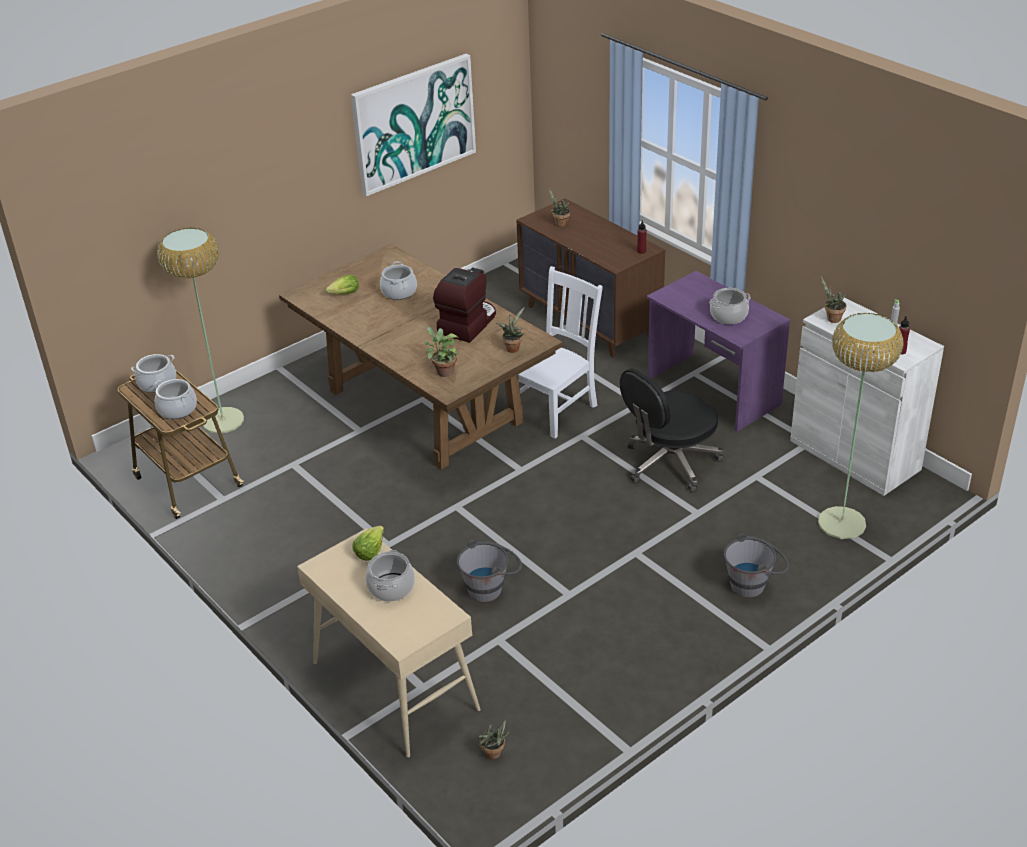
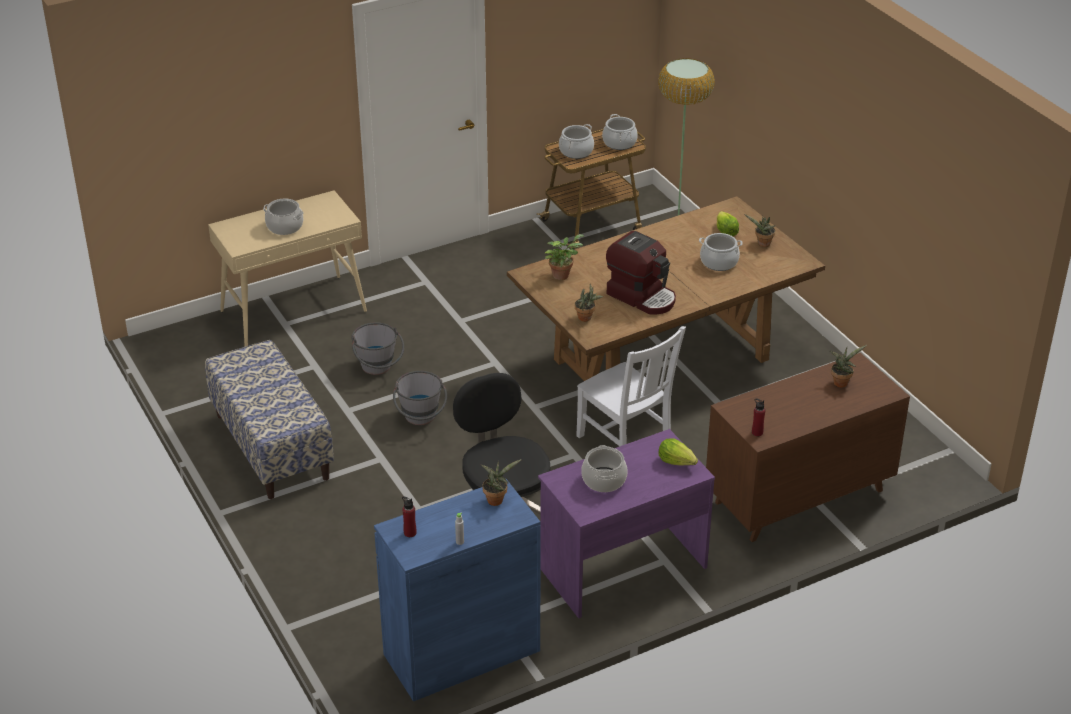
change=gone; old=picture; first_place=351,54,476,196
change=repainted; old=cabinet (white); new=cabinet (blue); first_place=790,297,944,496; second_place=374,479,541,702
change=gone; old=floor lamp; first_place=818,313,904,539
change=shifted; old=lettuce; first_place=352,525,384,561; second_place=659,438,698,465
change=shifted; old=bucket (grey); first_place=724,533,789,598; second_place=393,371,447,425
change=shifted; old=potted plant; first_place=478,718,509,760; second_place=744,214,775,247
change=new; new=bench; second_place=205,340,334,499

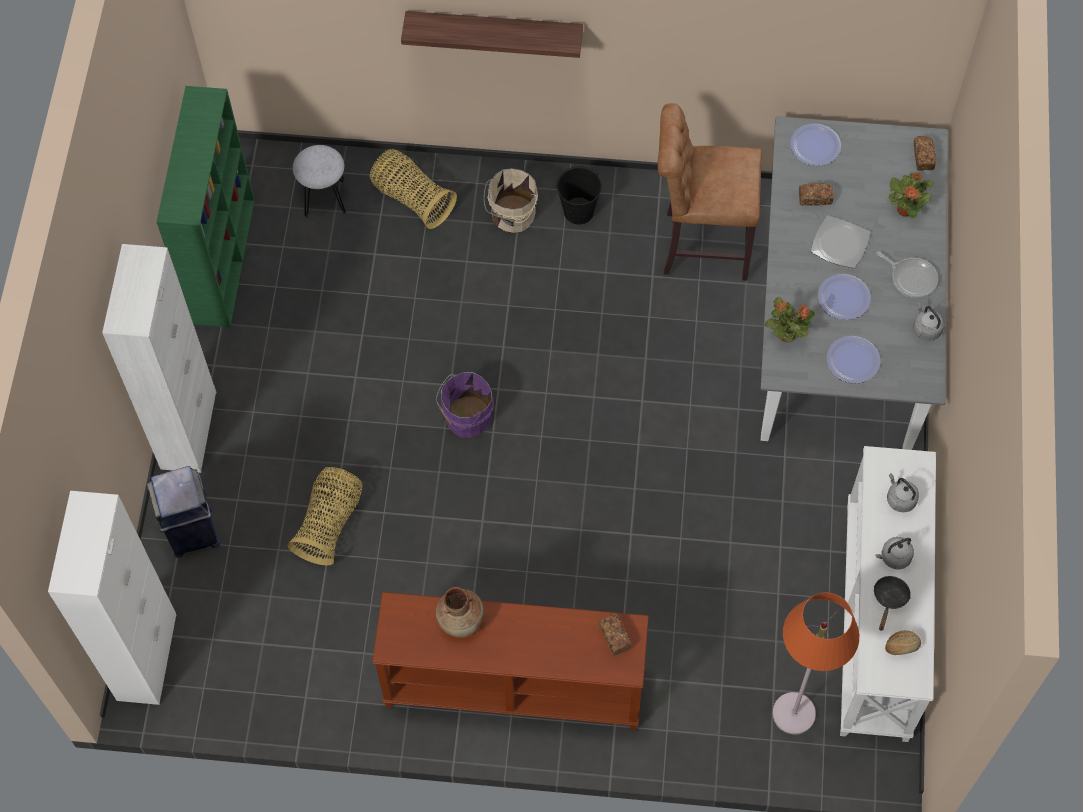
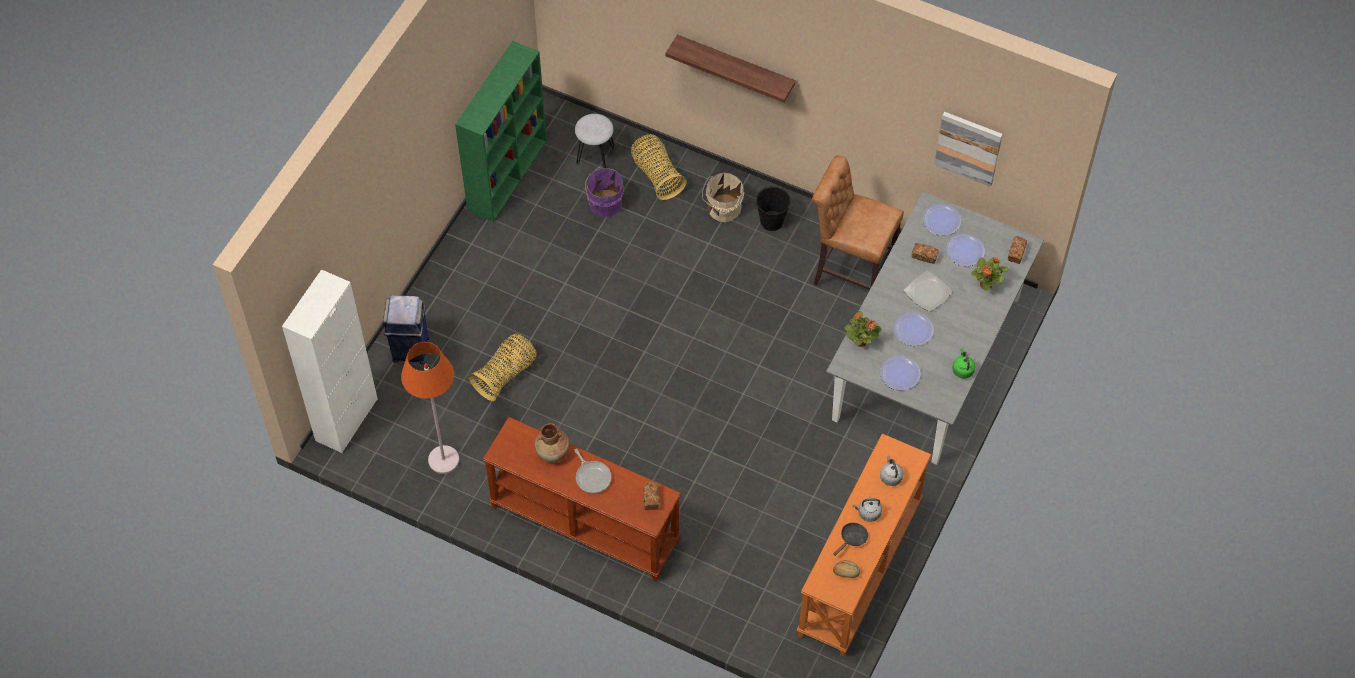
change=gone; old=cabinet (white); first_place=102,244,216,473
change=shifted; old=frying pan; first_place=876,252,938,298; second_place=574,449,611,494
change=repainted; old=kettle (grey); new=kettle (green); first_place=913,302,944,341; second_place=952,348,975,379
change=shifted; old=bucket (purple); first_place=436,372,494,438; second_place=585,167,624,217
change=repainted; old=console table (white); new=console table (orange); first_place=840,446,936,742; second_place=797,434,931,657
change=shifted; old=floor lamp (orange); first_place=773,592,859,735; second_place=401,342,459,474
change=new; new=picture; second_place=934,112,1003,187
change=new; new=plate; second_place=946,234,985,266

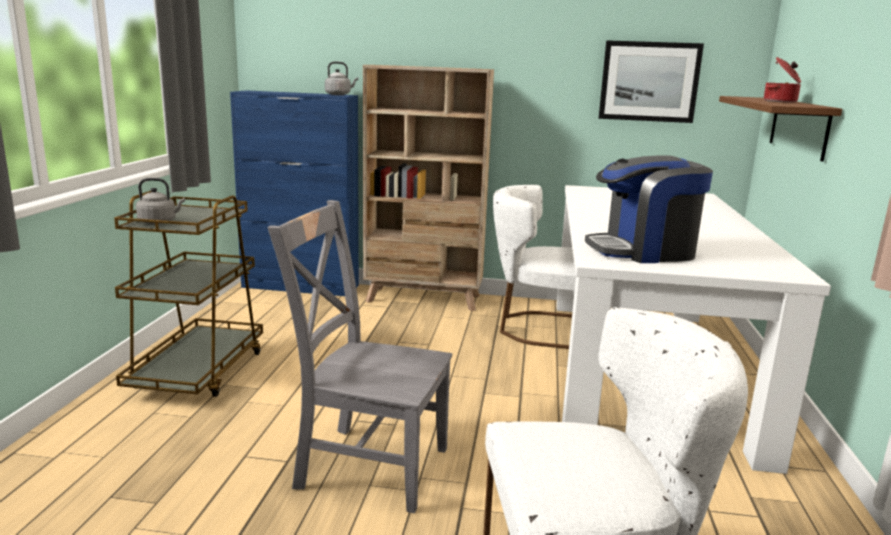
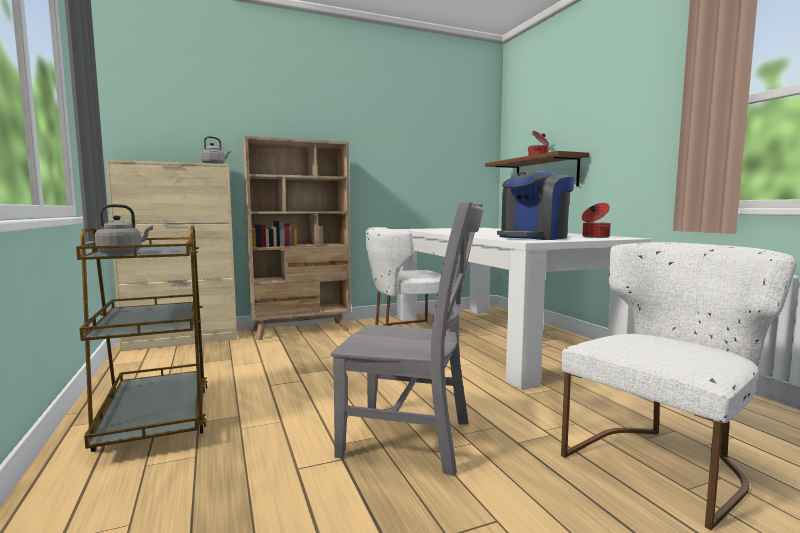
change=gone; old=picture; first_place=599,40,704,123
change=repainted; old=cabinet (blue); new=cabinet (beige); first_place=230,90,359,296; second_place=105,160,237,351
change=rotated; old=chair (grey); first_place=268,200,452,513; second_place=331,202,483,476; degrees=-150
change=new; new=cooking pot; second_place=582,203,611,238

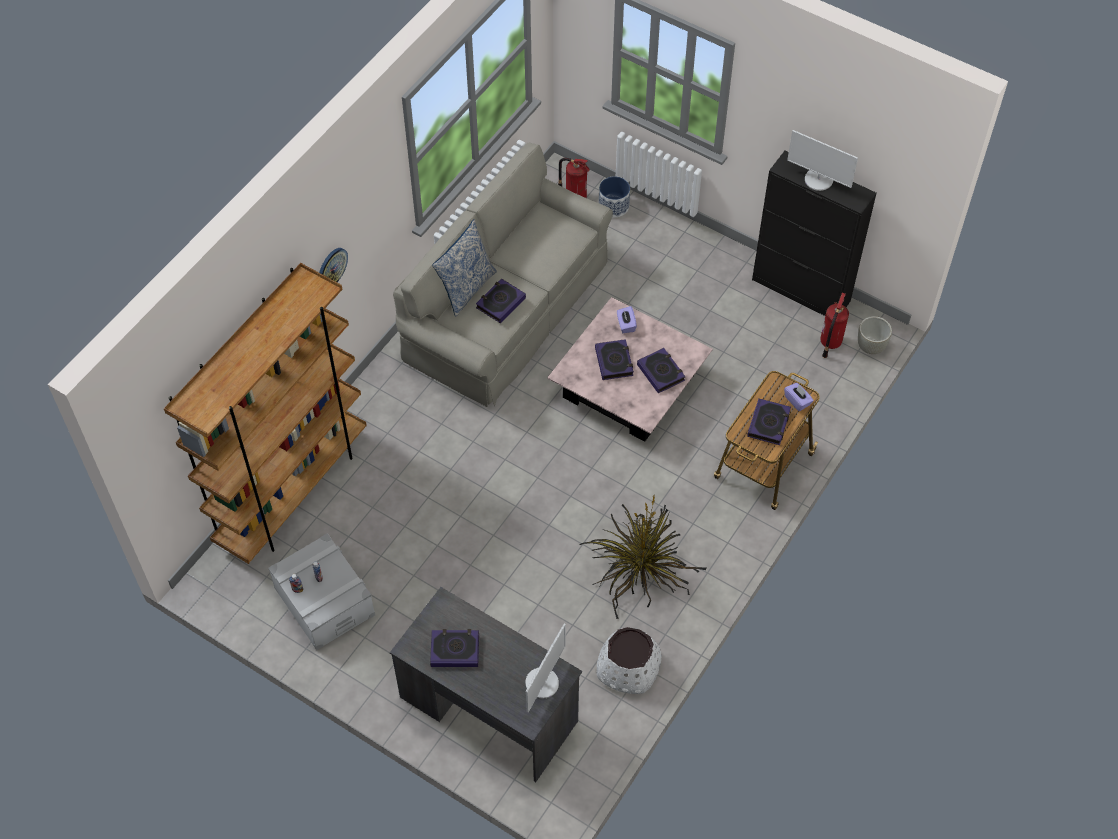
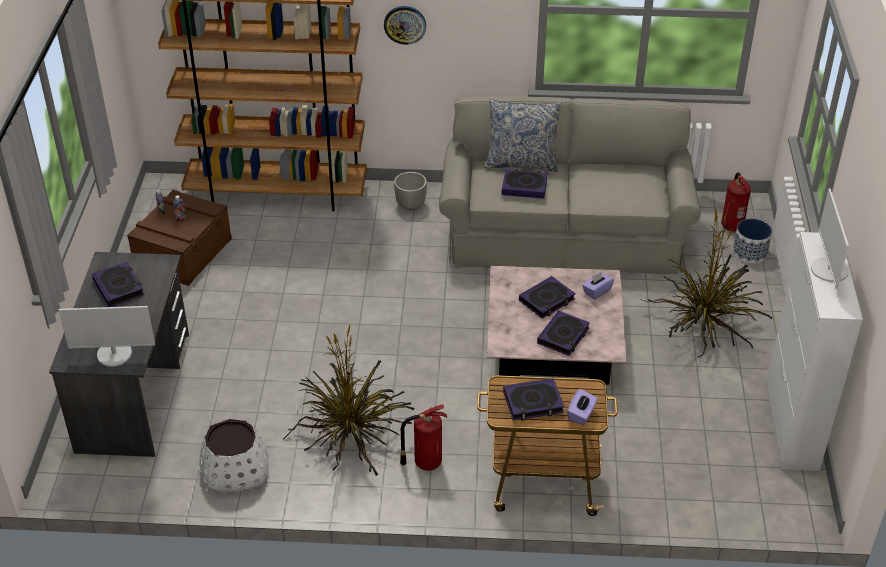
change=repainted; old=cabinet (black); new=cabinet (white); first_place=752,150,877,316; second_place=766,232,863,471
change=shifted; old=fire extinguisher; first_place=820,293,849,358; second_place=400,404,447,470
change=shifted; old=planter (grey); first_place=858,316,892,354; second_place=394,172,427,210
change=repainted; old=storage box (grey); new=storage box (brown); first_place=268,533,375,650; second_place=127,190,232,286
change=new; new=potted plant; second_place=643,208,772,358

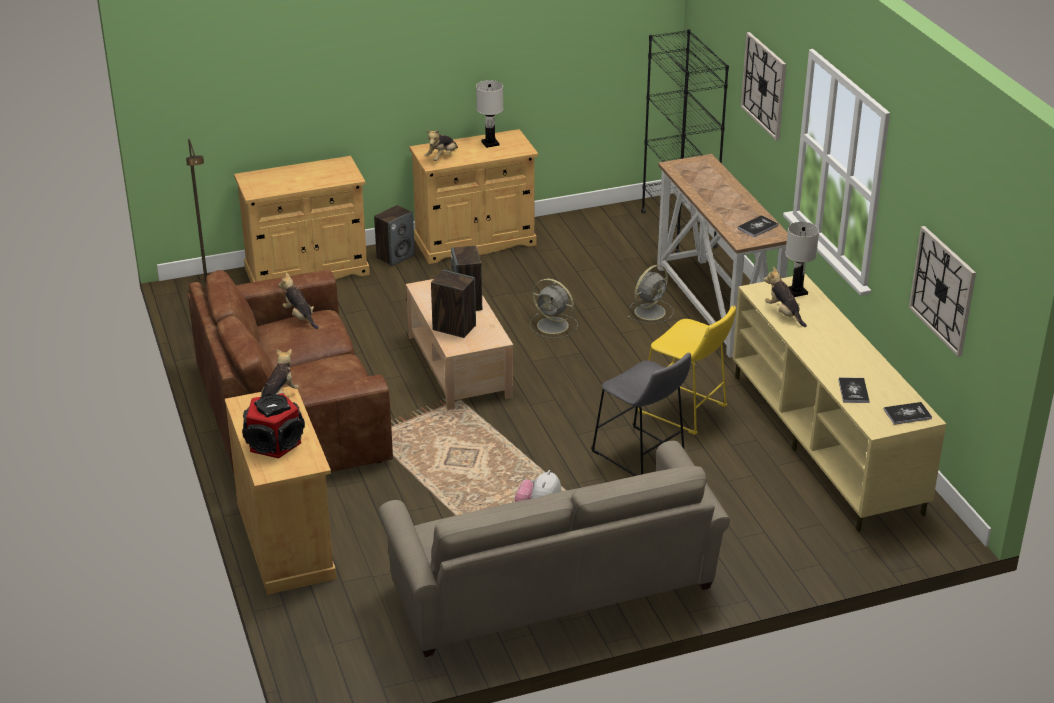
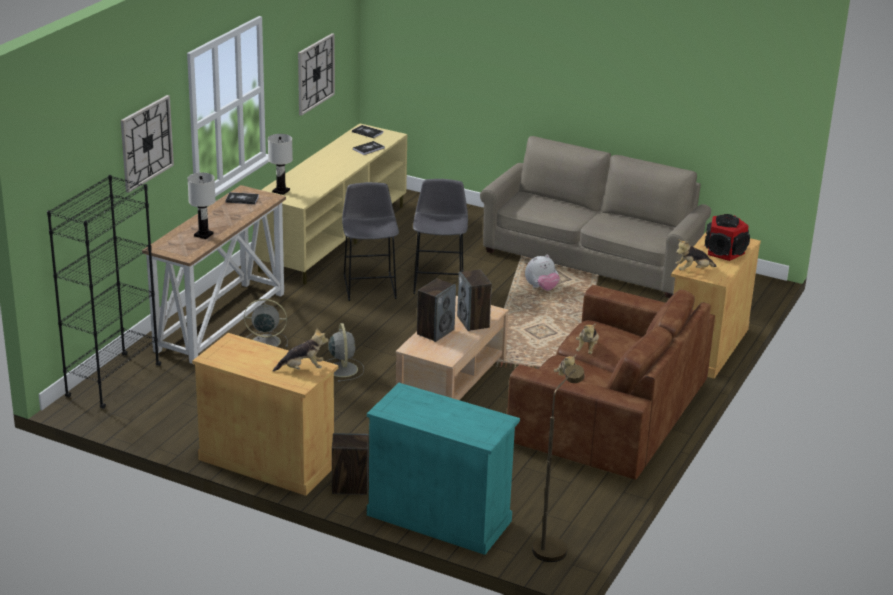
change=shifted; old=table lamp (white); first_place=476,80,503,148; second_place=187,173,216,239
change=repainted; old=cabinet (beige); new=cabinet (turquoise); first_place=234,156,370,282; second_place=367,383,520,555
change=shifted; old=plush toy; first_place=764,267,807,327; second_place=576,323,599,354
change=repainted; old=stool (yellow); new=stool (grey); first_place=638,305,736,435; second_place=342,182,399,301

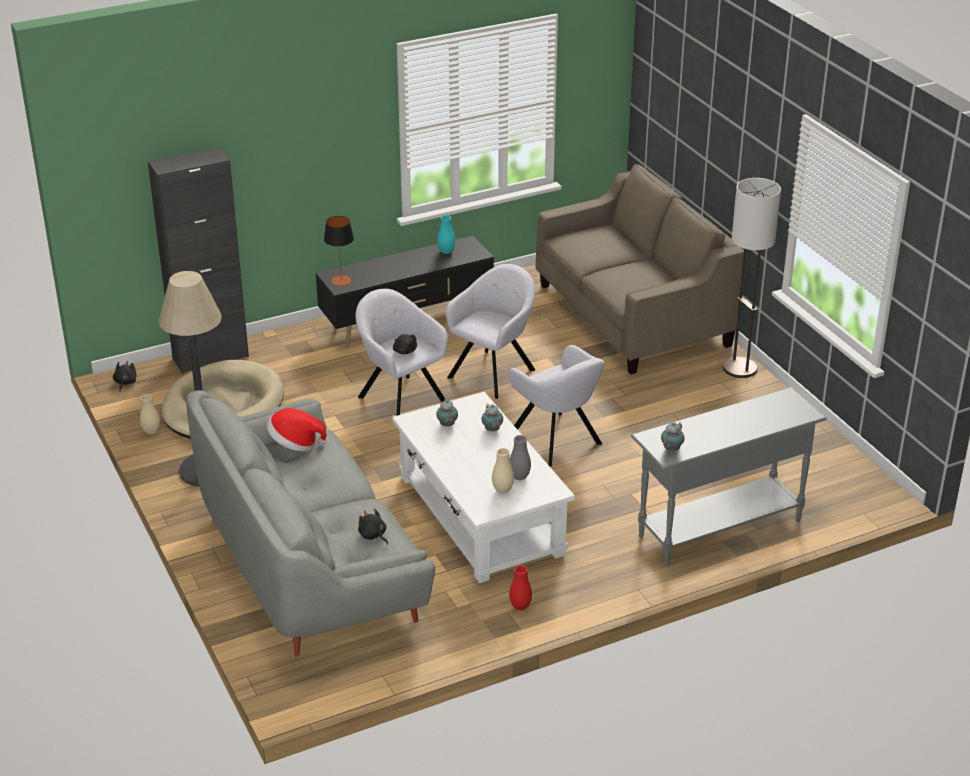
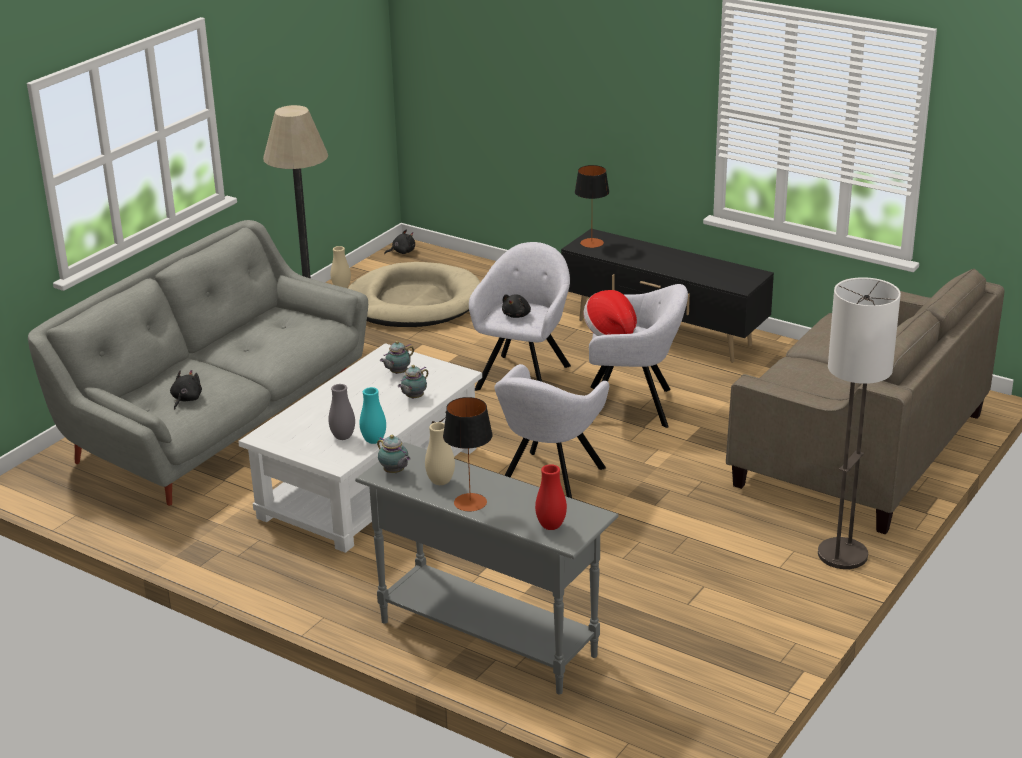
change=gone; old=cabinet (black); first_place=148,147,249,374
change=shifted; old=vase (turquoise); first_place=437,215,455,254; second_place=360,387,386,444
change=shifted; old=hat; first_place=267,408,326,451; second_place=583,290,637,336
change=rotated; old=teapot; first_place=661,422,685,451; second_place=377,435,411,473; degrees=-135
change=shifted; old=vase (beige); first_place=492,448,514,494; second_place=425,422,455,485
change=shifted; old=vase (red); first_place=509,565,532,610; second_place=535,464,567,530
change=new; new=table lamp; second_place=443,397,493,512

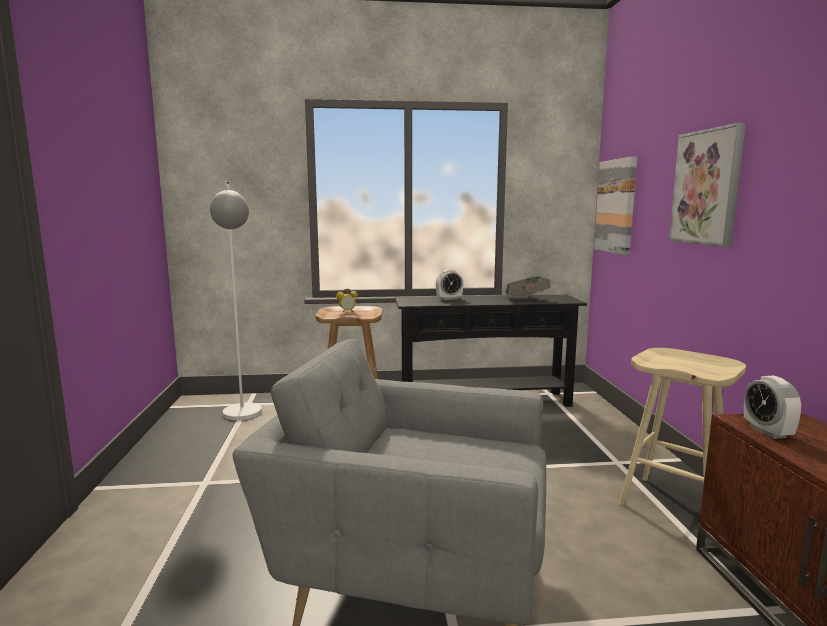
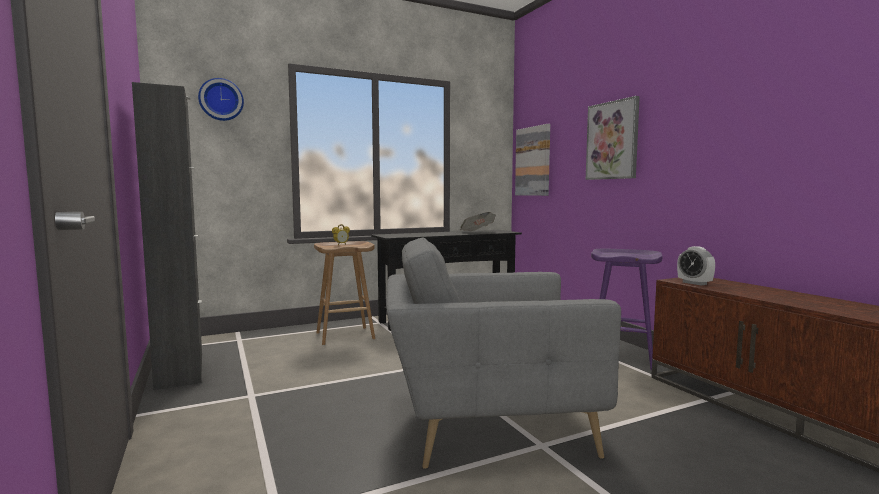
change=gone; old=floor lamp (white); first_place=210,181,262,420
change=gone; old=alarm clock; first_place=436,269,463,300
change=repainted; old=stool (beige); new=stool (purple); first_place=619,348,746,505; second_place=591,249,663,370
change=new; new=wall clock; second_place=198,78,244,121
change=new; new=cabinet (black); second_place=132,82,202,390

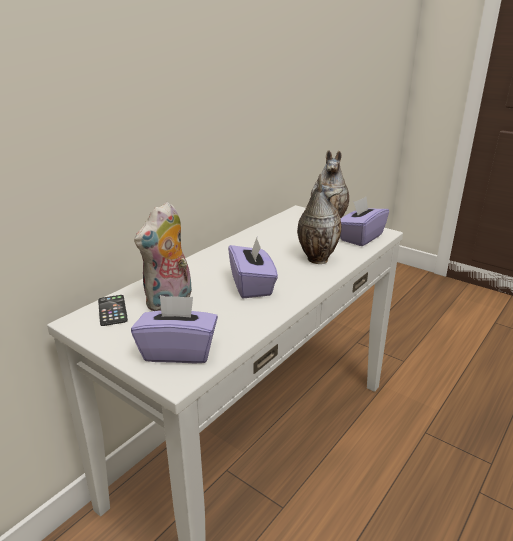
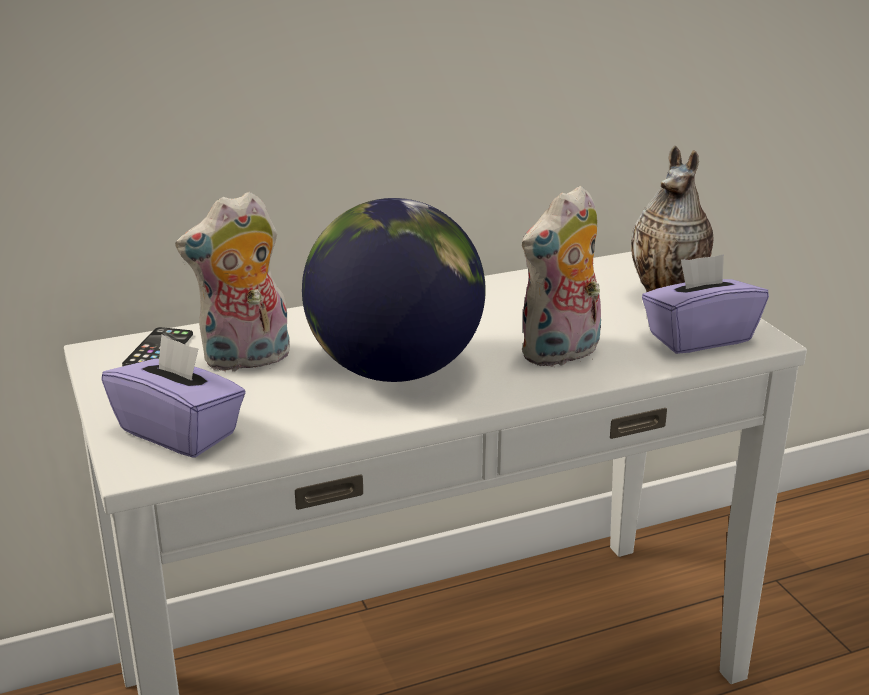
change=swapped; old=vase; new=plush toy; first_place=297,173,343,264; second_place=521,185,601,368
change=swapped; old=tissue box (purple); new=globe; first_place=228,238,278,298; second_place=302,198,486,382

